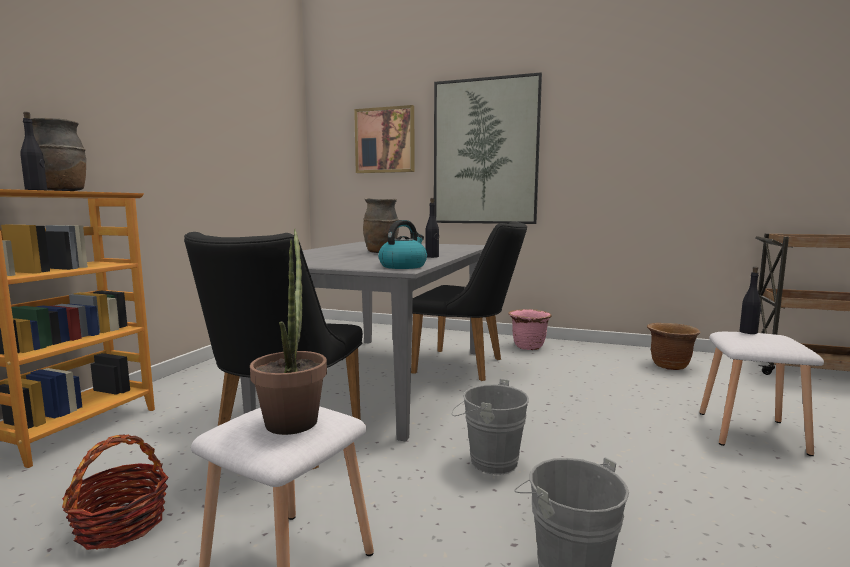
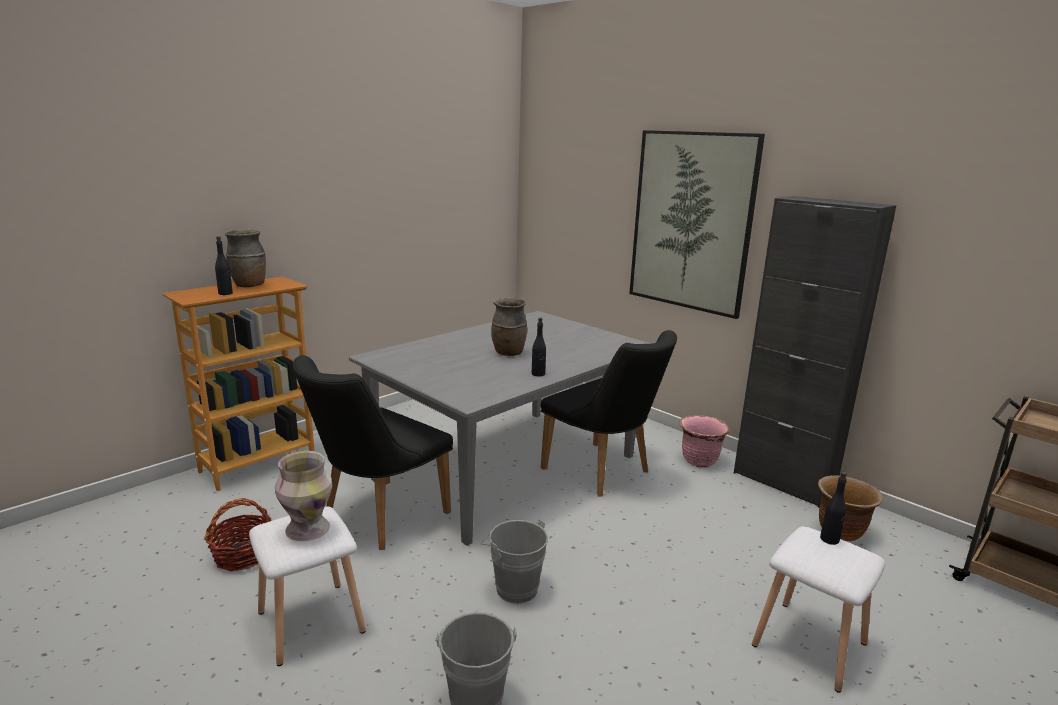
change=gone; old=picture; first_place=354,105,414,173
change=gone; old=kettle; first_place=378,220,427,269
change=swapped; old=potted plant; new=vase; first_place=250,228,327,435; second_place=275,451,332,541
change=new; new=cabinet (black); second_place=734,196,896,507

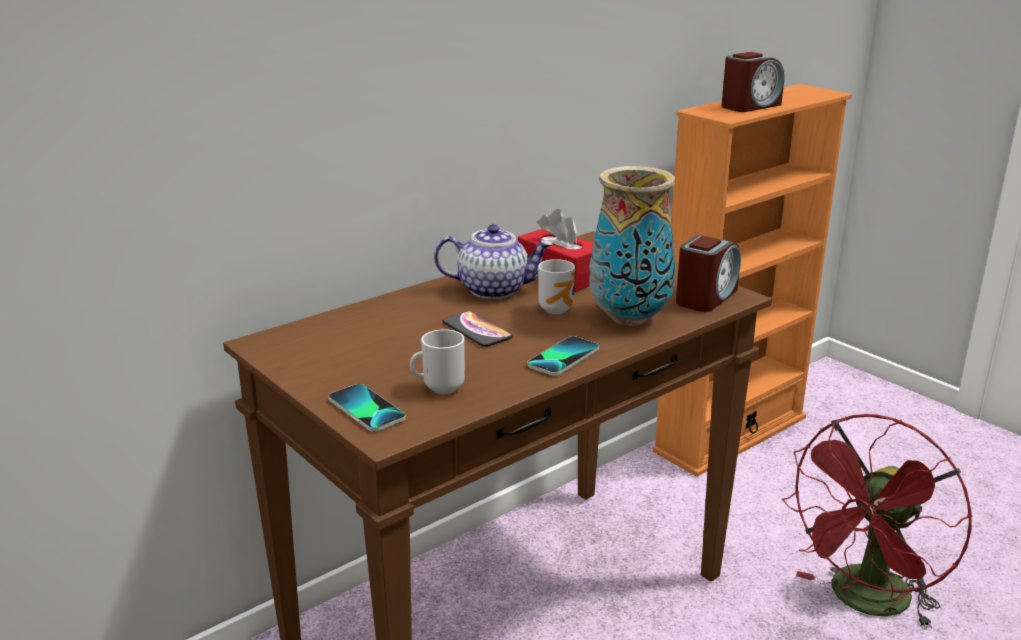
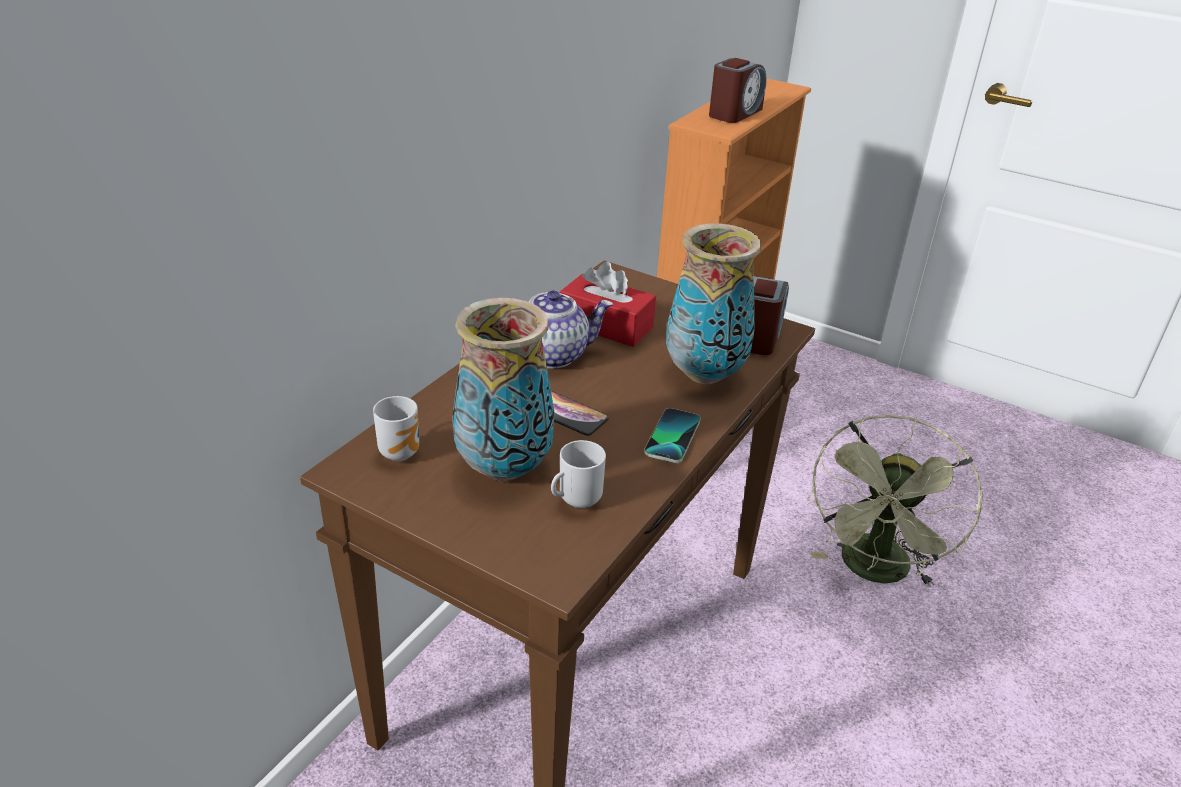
change=shifted; old=mug; first_place=538,259,575,314; second_place=373,396,419,461
change=gone; old=phone; first_place=328,384,406,432
change=repainted; old=fan (red); new=fan (green); first_place=782,414,973,629; second_place=807,415,983,587
change=new; new=vase; second_place=452,298,554,481

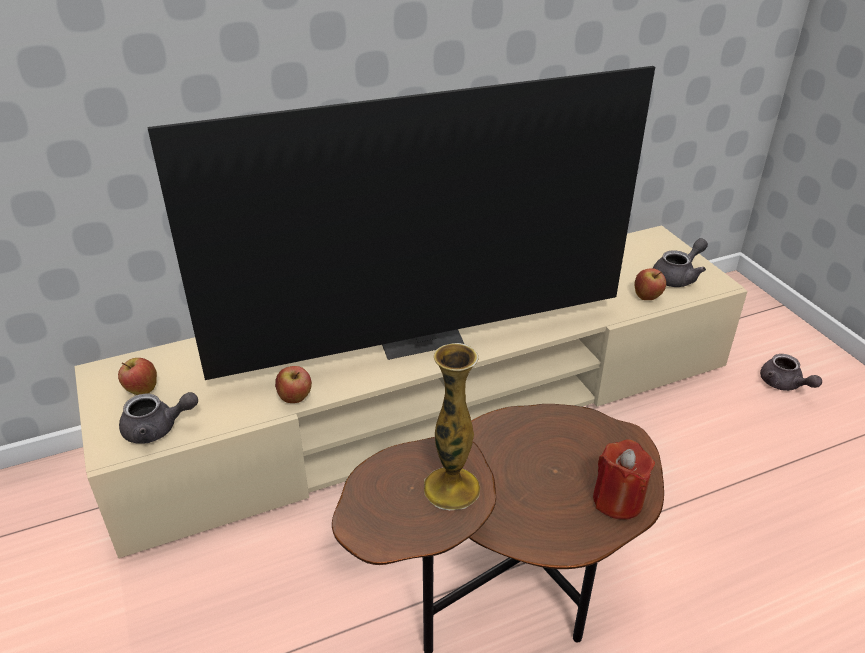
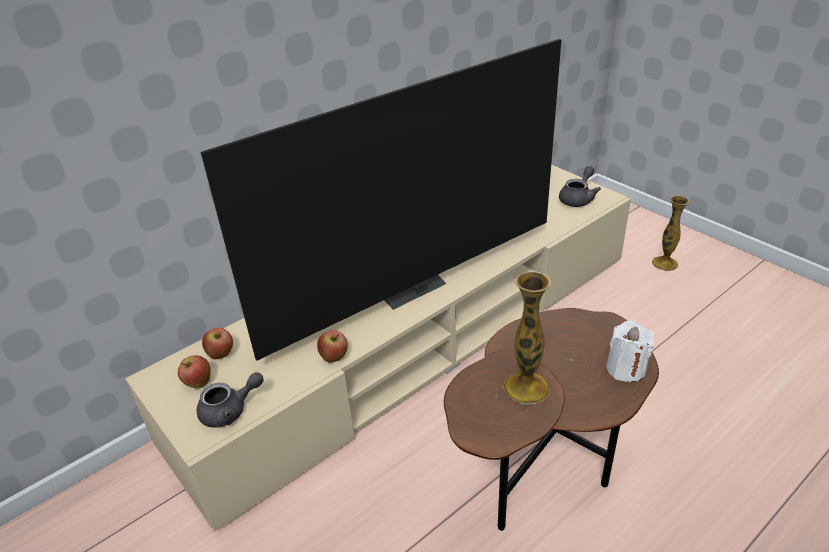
change=shifted; old=apple; first_place=635,268,666,300; second_place=202,328,233,359
change=swapped; old=teapot (grey); new=vase; first_place=760,354,822,391; second_place=652,196,690,271
change=repainted; old=candle (red); new=candle (white); first_place=593,440,655,520; second_place=607,321,654,382

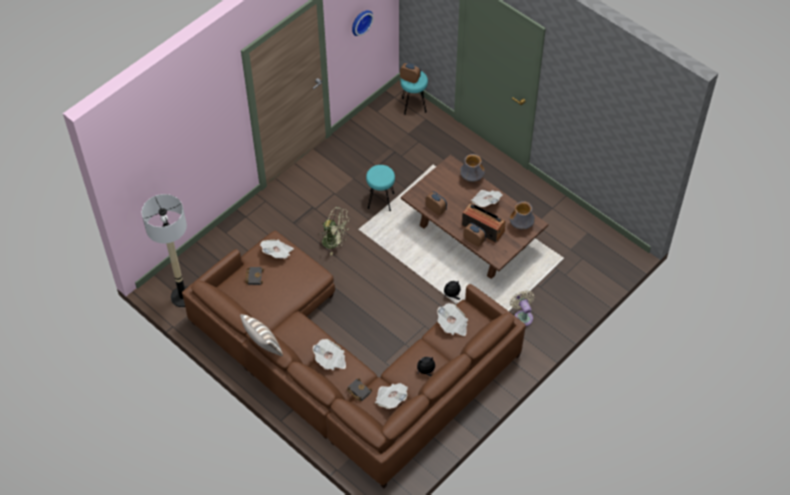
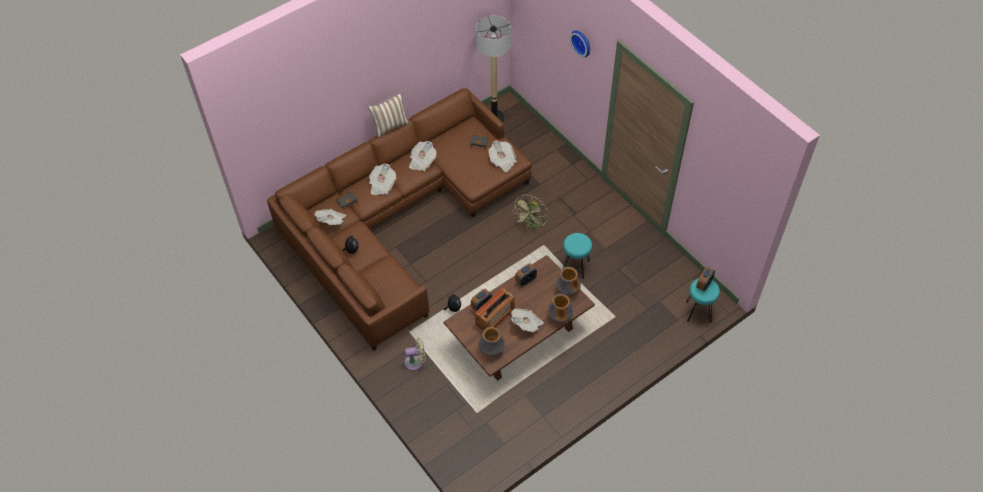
change=shifted; old=wall clock; first_place=352,10,374,36; second_place=570,30,590,57
change=shifted; old=newspaper; first_place=437,303,468,336; second_place=409,141,437,171
change=new; new=vase; second_place=556,267,581,295

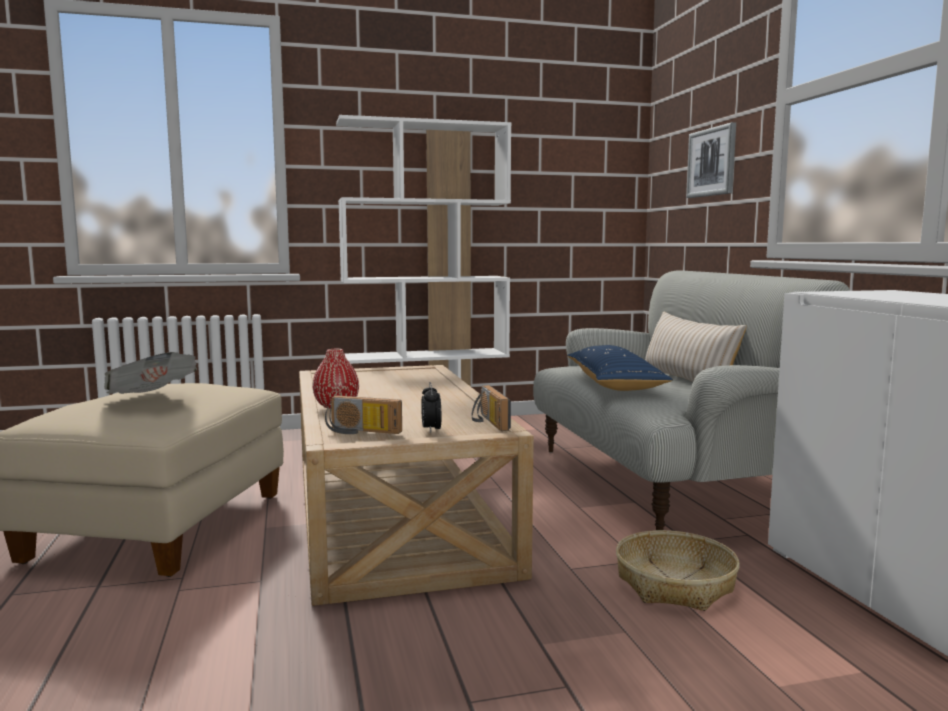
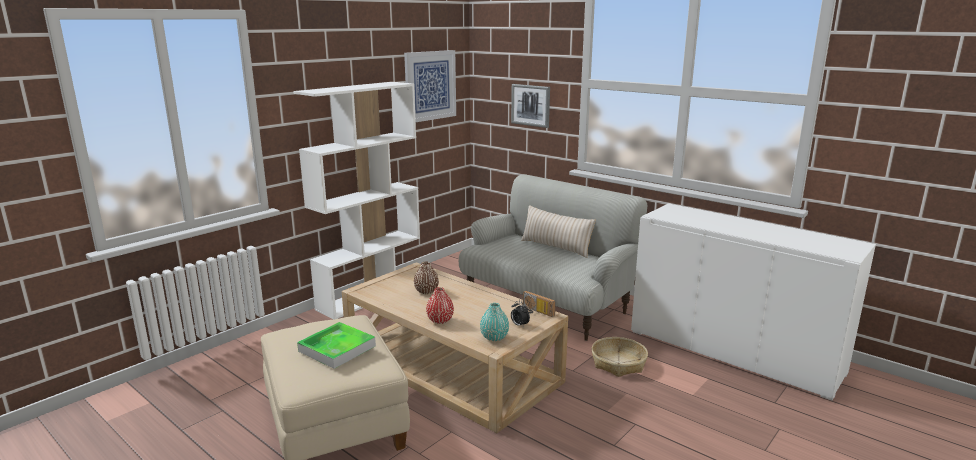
change=gone; old=pillow (blue); first_place=567,345,673,391
change=swapped; old=newspaper; new=tray; first_place=104,352,197,394; second_place=297,322,376,369
change=swapped; old=radio; new=vase (turquoise); first_place=325,395,402,434; second_place=480,303,509,341
change=new; new=picture; second_place=404,50,456,122
change=new; new=vase (brown); second_place=414,262,439,294

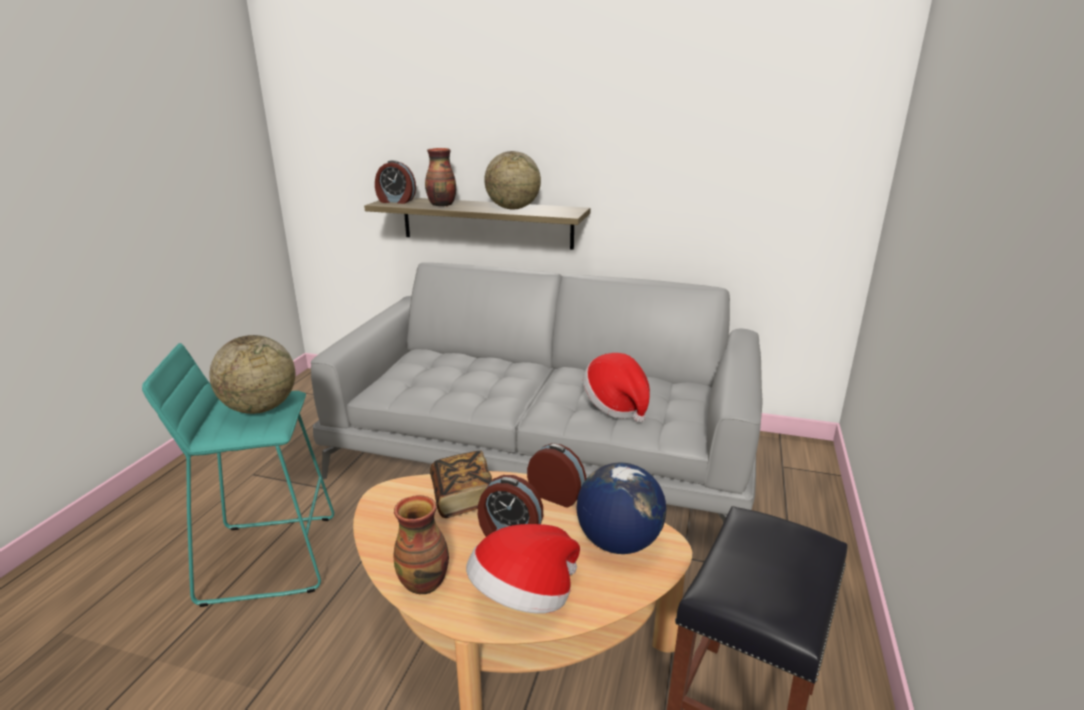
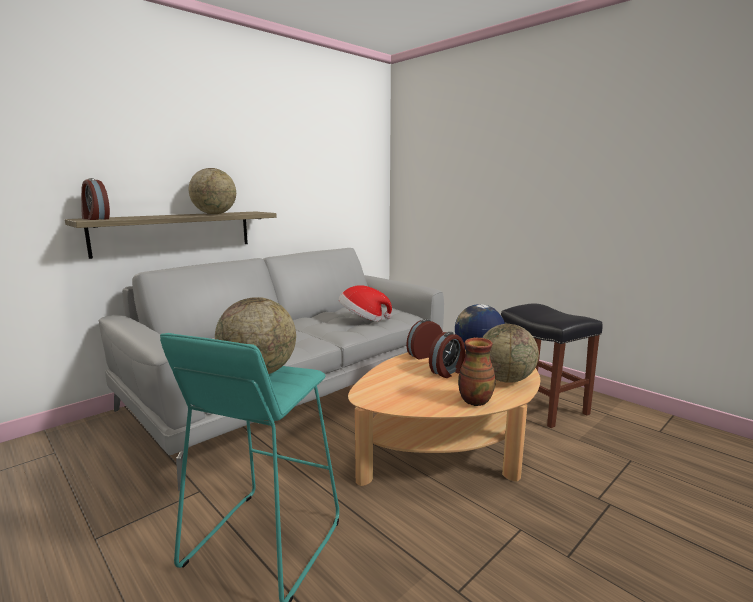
change=gone; old=vase; first_place=425,148,456,206
change=rotated; old=alarm clock; first_place=375,160,416,204; second_place=81,178,110,220; degrees=90
change=gone; old=book; first_place=430,450,492,518
change=swapped; old=hat; new=globe; first_place=466,524,580,614; second_place=482,324,539,383

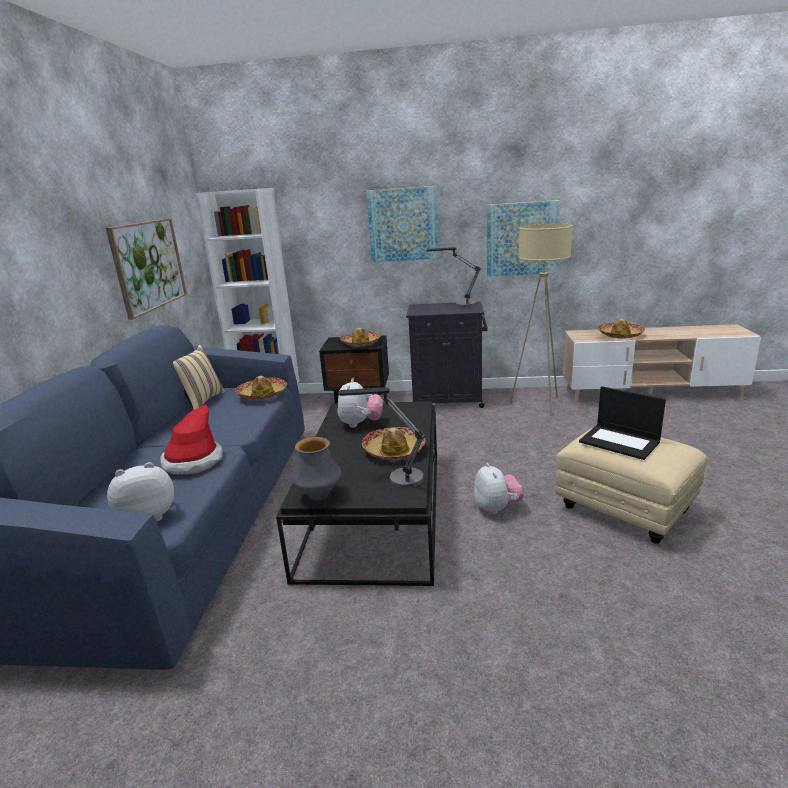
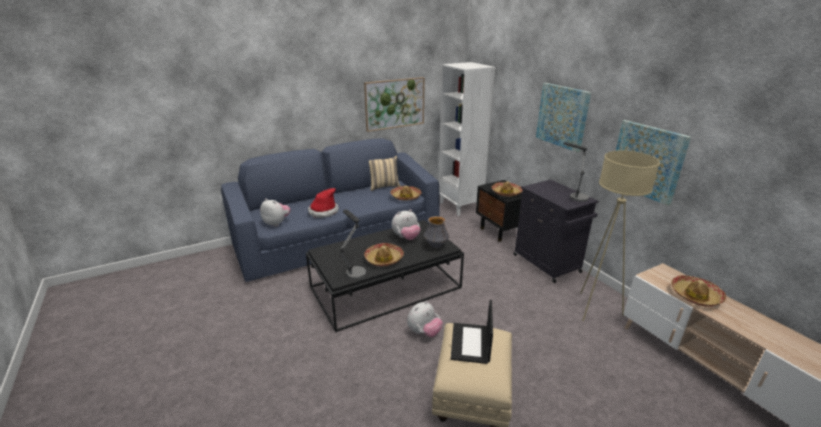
change=shifted; old=vase; first_place=292,437,341,501; second_place=424,216,449,249

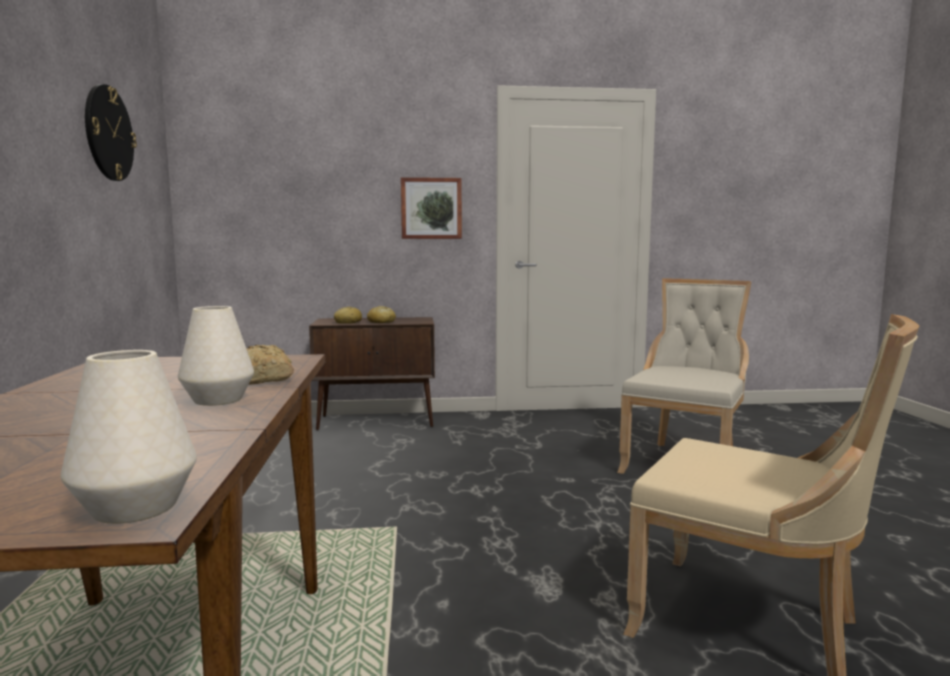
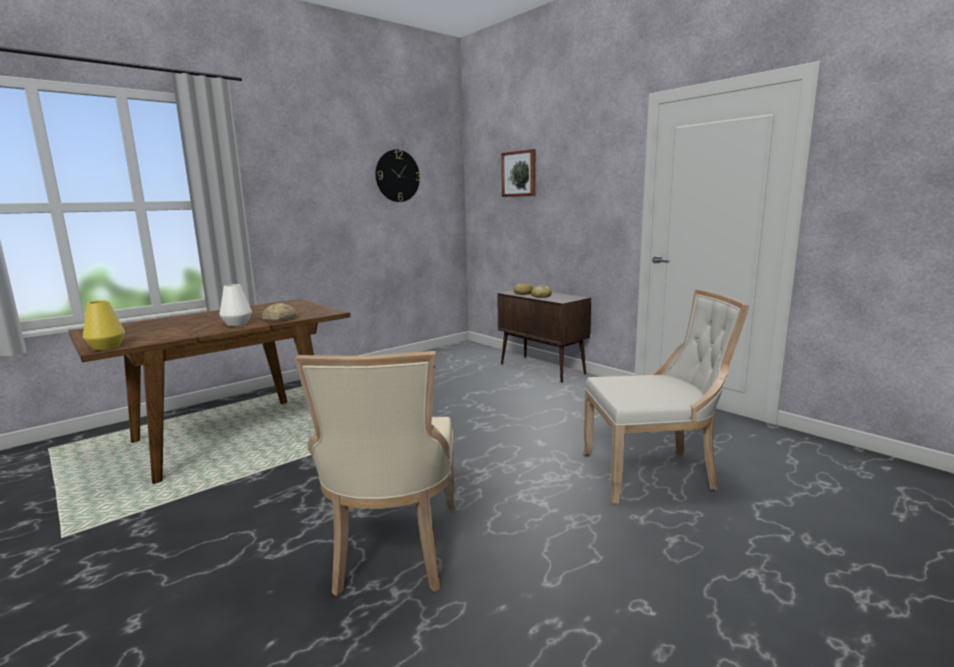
change=shifted; old=picture; first_place=401,177,462,239; second_place=501,149,536,197
change=repainted; old=vase (white); new=vase (yellow); first_place=61,350,197,524; second_place=83,300,125,350

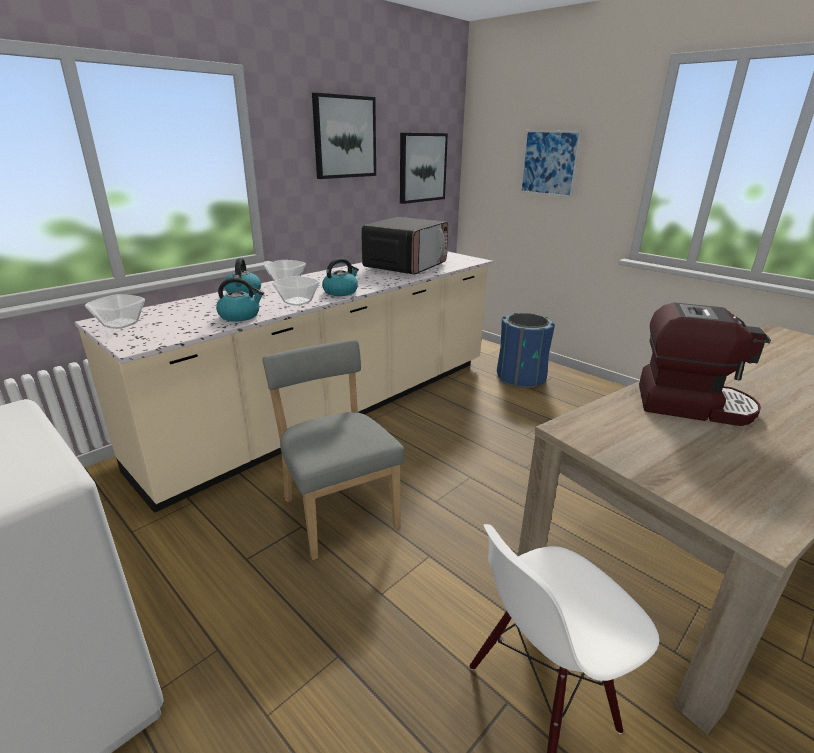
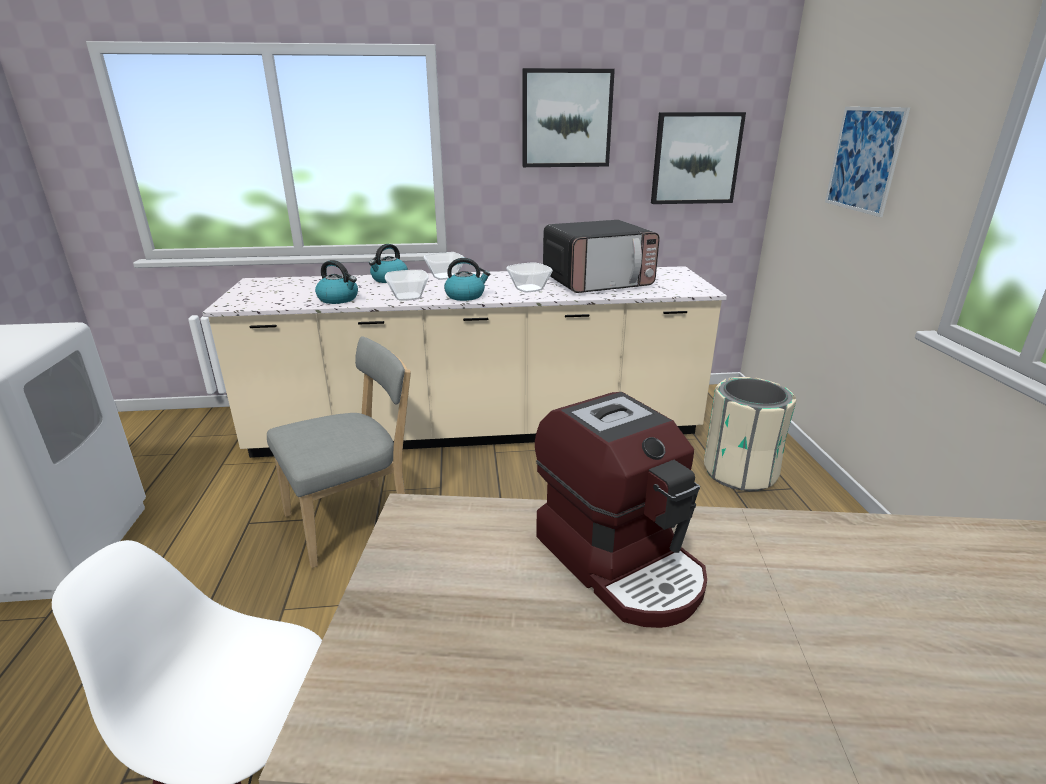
change=shifted; old=bowl; first_place=85,294,145,329; second_place=506,262,553,292
change=repainted; old=trash can (blue); new=trash can (beige); first_place=497,313,555,388; second_place=704,377,797,491
change=rotated; old=chair (grey); first_place=262,340,404,560; second_place=267,336,411,568; degrees=45

